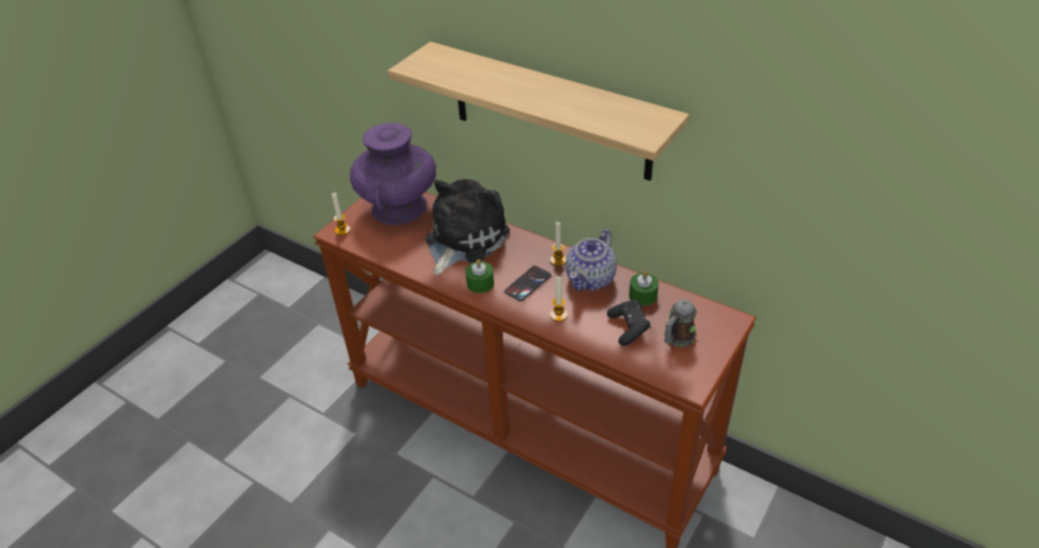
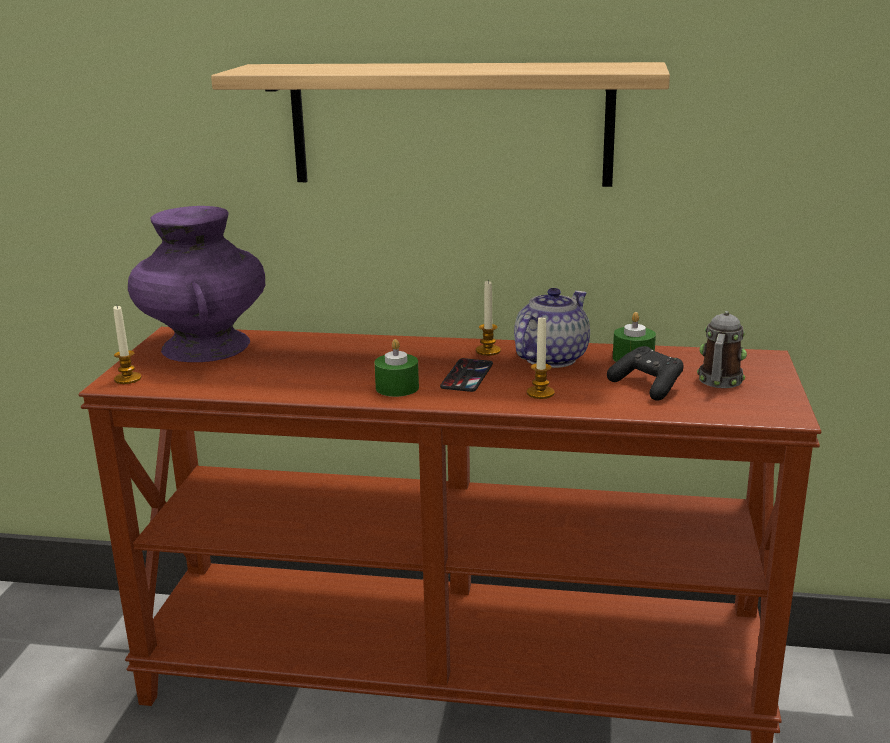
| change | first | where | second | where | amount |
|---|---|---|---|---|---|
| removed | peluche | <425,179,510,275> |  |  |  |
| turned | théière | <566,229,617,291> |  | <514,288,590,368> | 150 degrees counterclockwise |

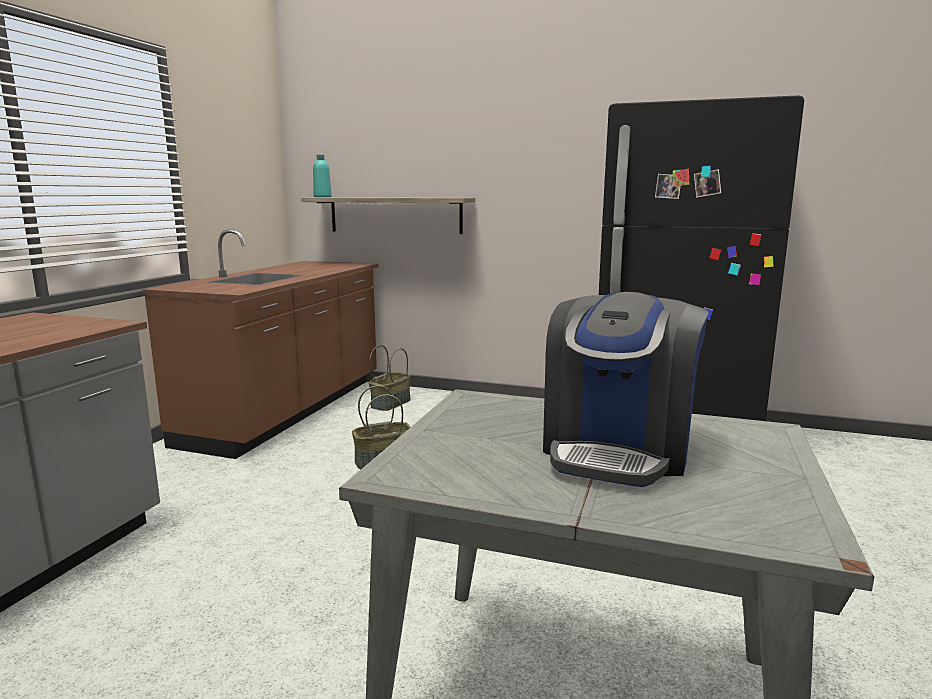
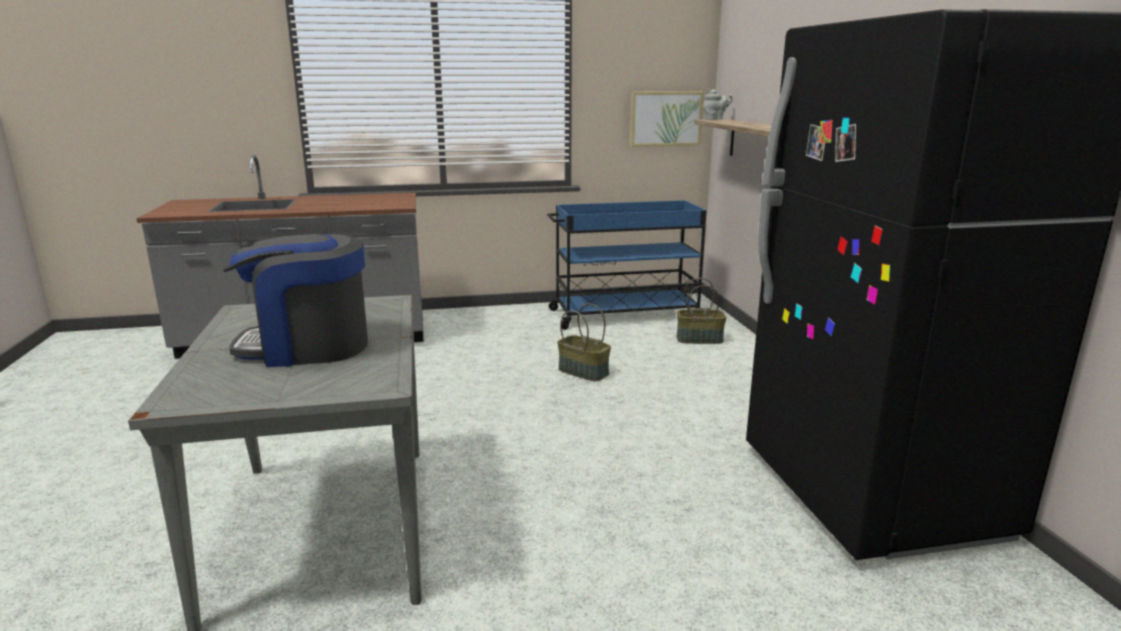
| change | first | where | second | where | amount |
|---|---|---|---|---|---|
| replaced | bouteille/turquoise | <313,155,331,197> | théière/gris | <703,89,732,120> |  |
| replaced | comptoir de cuisine/marron | <142,229,379,459> | chariot/bleu | <547,200,709,330> |  |
| added |  |  | tableau | <630,91,704,147> |  |

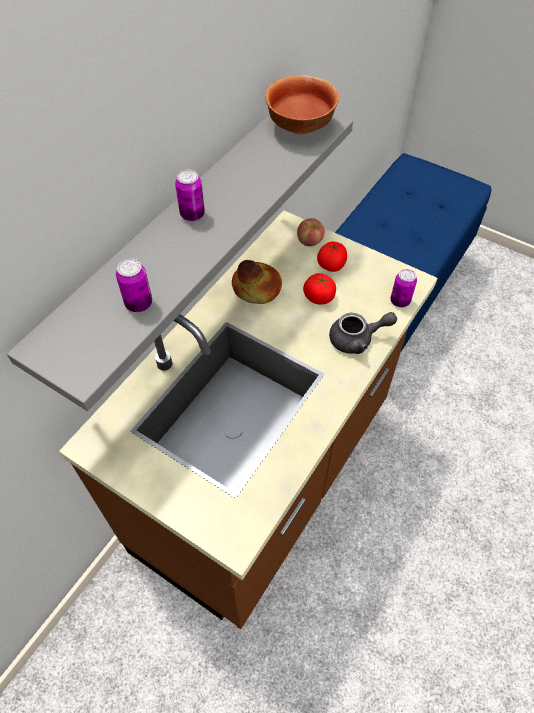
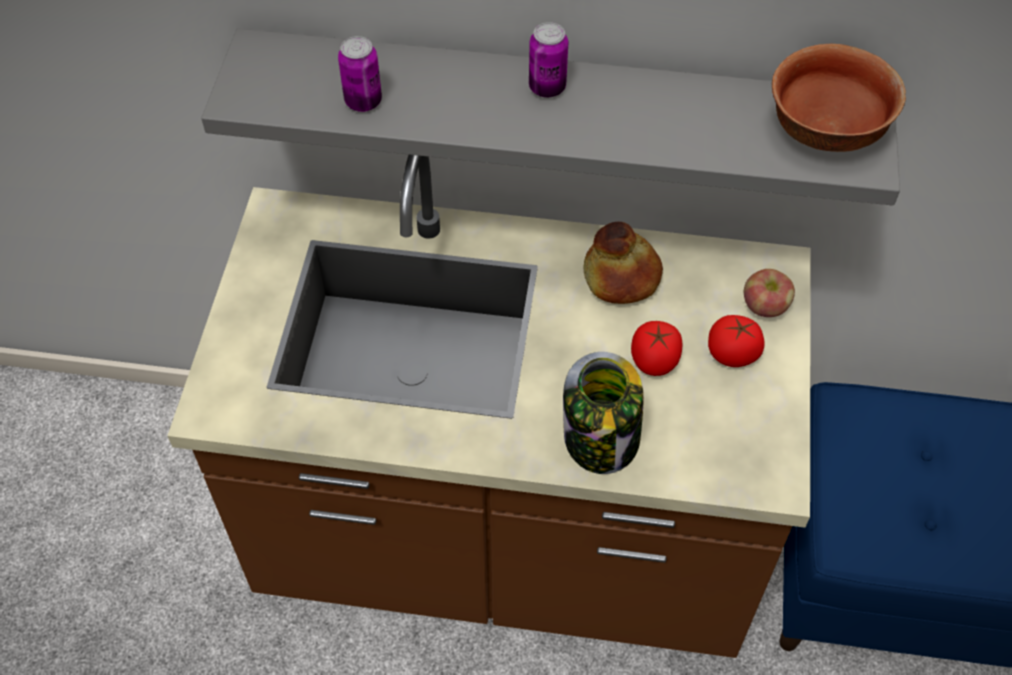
| change | first | where | second | where | amount |
|---|---|---|---|---|---|
| removed | boîte métallique | <391,269,417,307> |  |  |  |
| replaced | théière/gris | <329,312,397,354> | bocal | <563,352,644,474> |  |

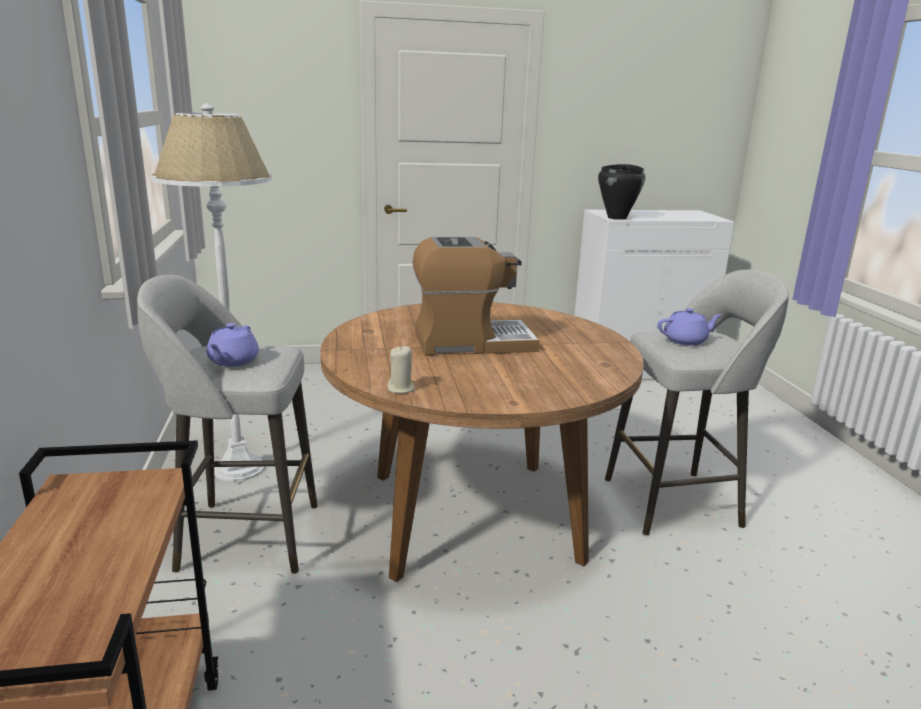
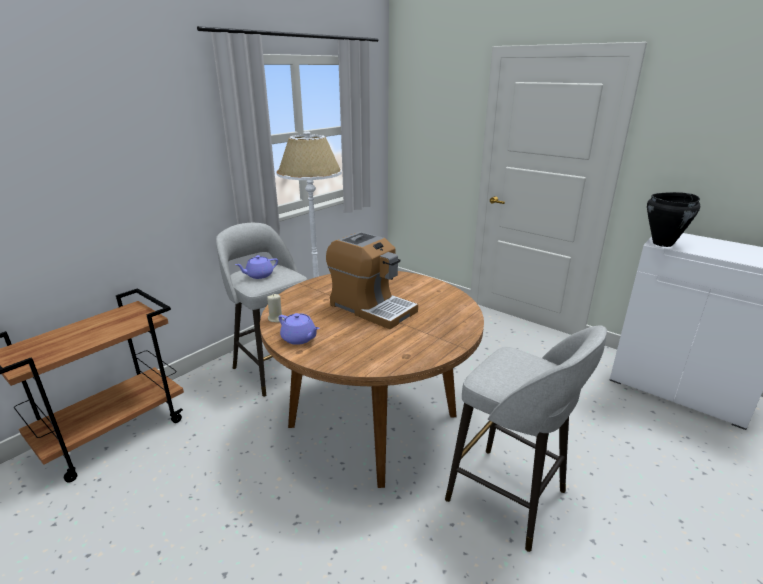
| change | first | where | second | where | amount |
|---|---|---|---|---|---|
| moved | théière/violet | <658,308,722,346> |  | <279,313,320,345> |  |

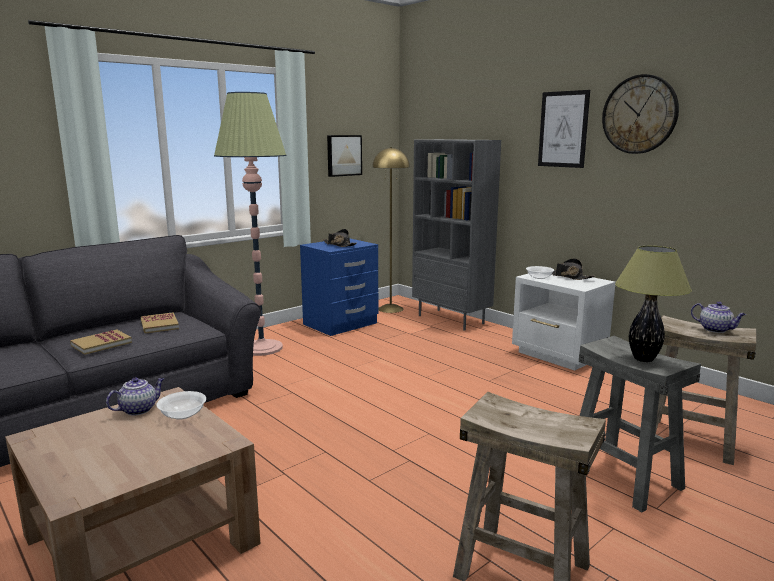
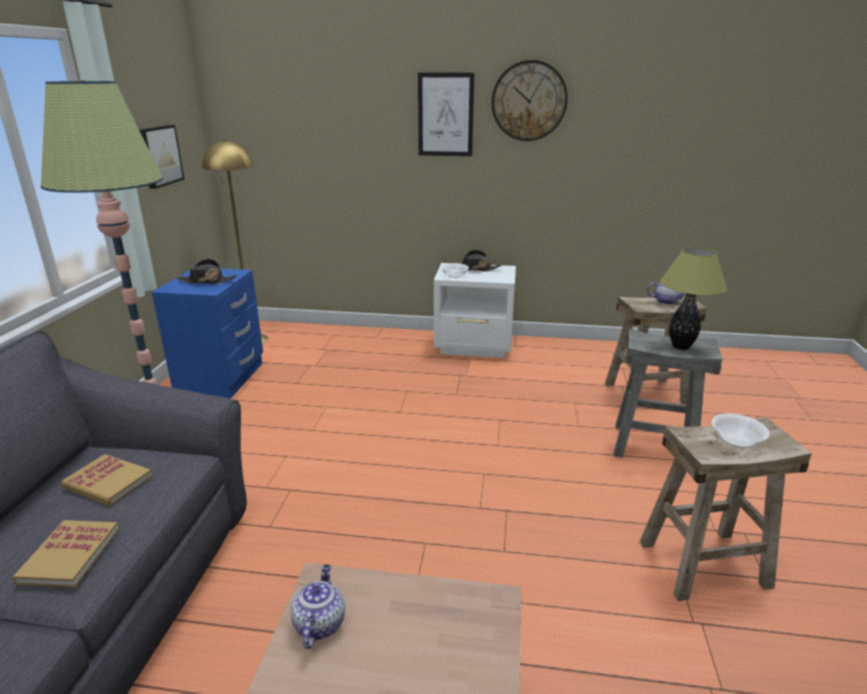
| change | first | where | second | where | amount |
|---|---|---|---|---|---|
| removed | bibliothèque/gris | <412,139,501,331> |  |  |  |
| moved | bol | <156,391,206,420> |  | <712,413,769,448> |  |

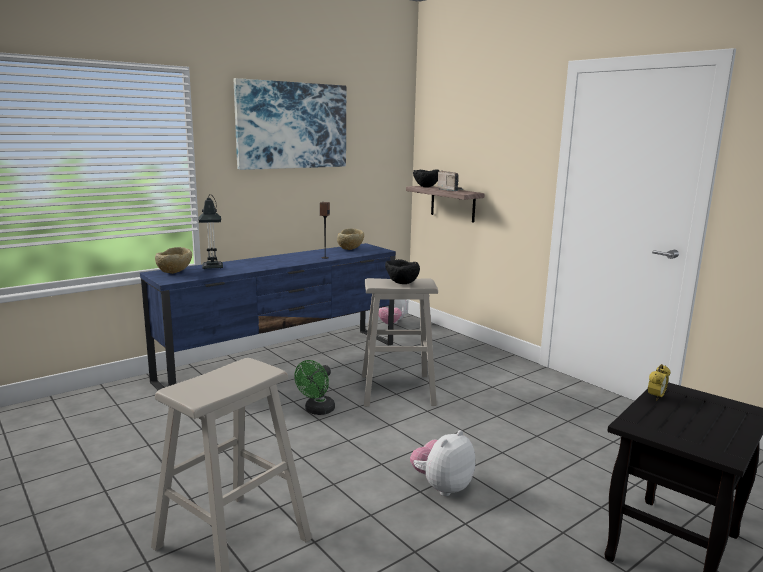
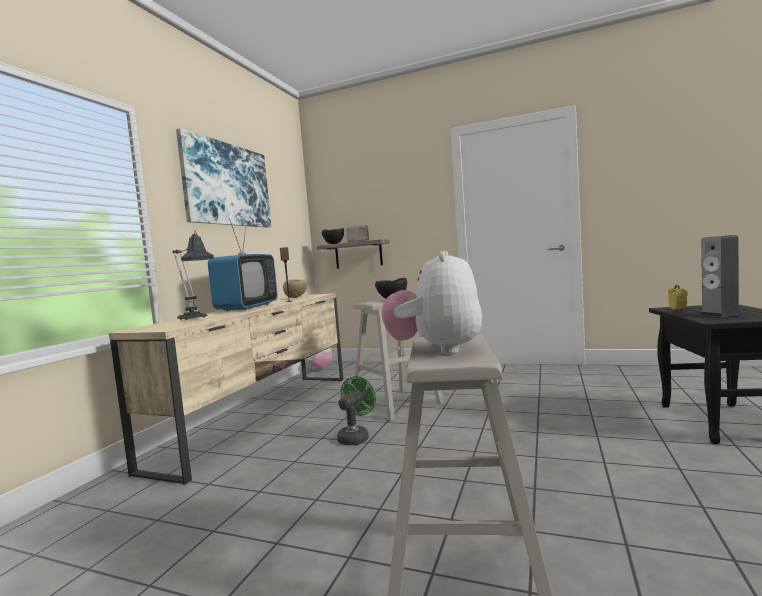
| change | first | where | second | where | amount |
|---|---|---|---|---|---|
| recoloured | meuble télé/bleu | <140,243,396,390> | meuble télé/beige | <109,293,344,485> |  |
| removed | bol/beige | <155,247,192,274> |  |  |  |
| turned | ventilateur/vert | <294,360,335,415> |  | <337,376,376,445> | 150 degrees counterclockwise |
| moved | peluche | <410,430,475,496> |  | <381,251,482,354> |  |
| added |  |  | téléviseur | <208,219,278,311> |  |
| added |  |  | enceinte | <700,235,741,317> |  |

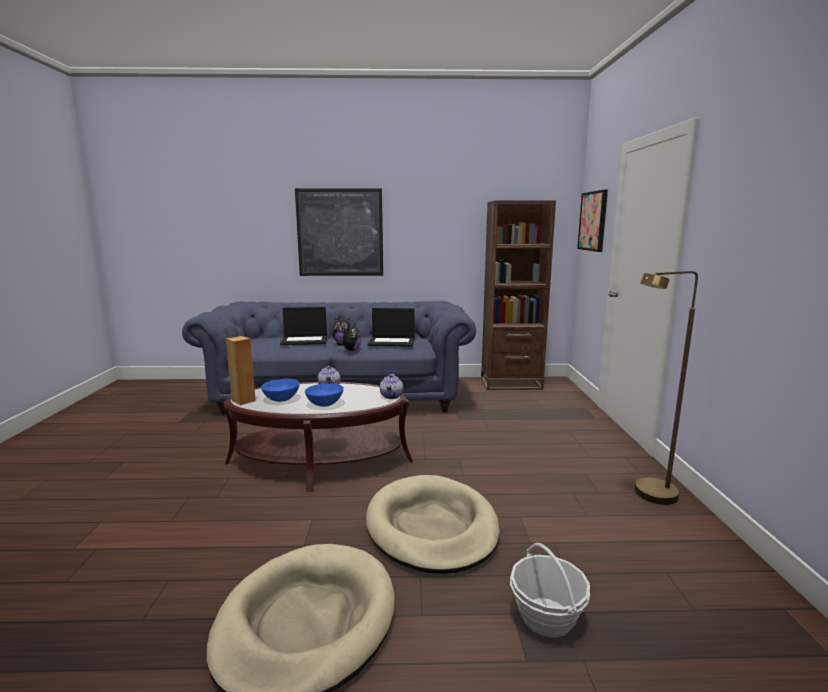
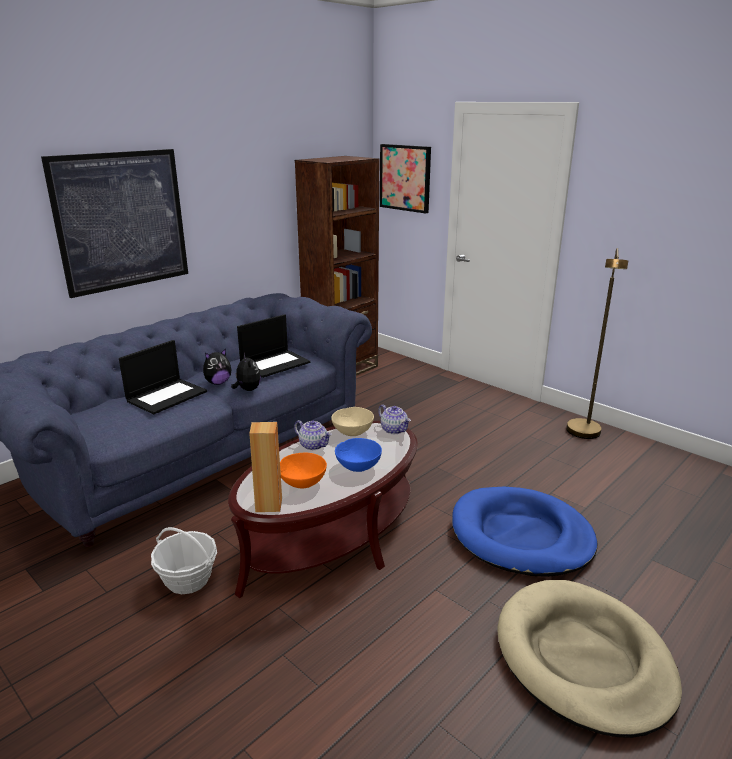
| change | first | where | second | where | amount |
|---|---|---|---|---|---|
| recoloured | bol/bleu | <261,379,300,402> | bol/orange | <280,453,327,488> |  |
| recoloured | panier pour chien/beige | <366,475,500,574> | panier pour chien/bleu | <452,487,597,577> |  |
| moved | panier | <510,543,590,638> |  | <151,527,217,594> |  |
| added |  |  | bol/beige | <331,407,374,436> |  |

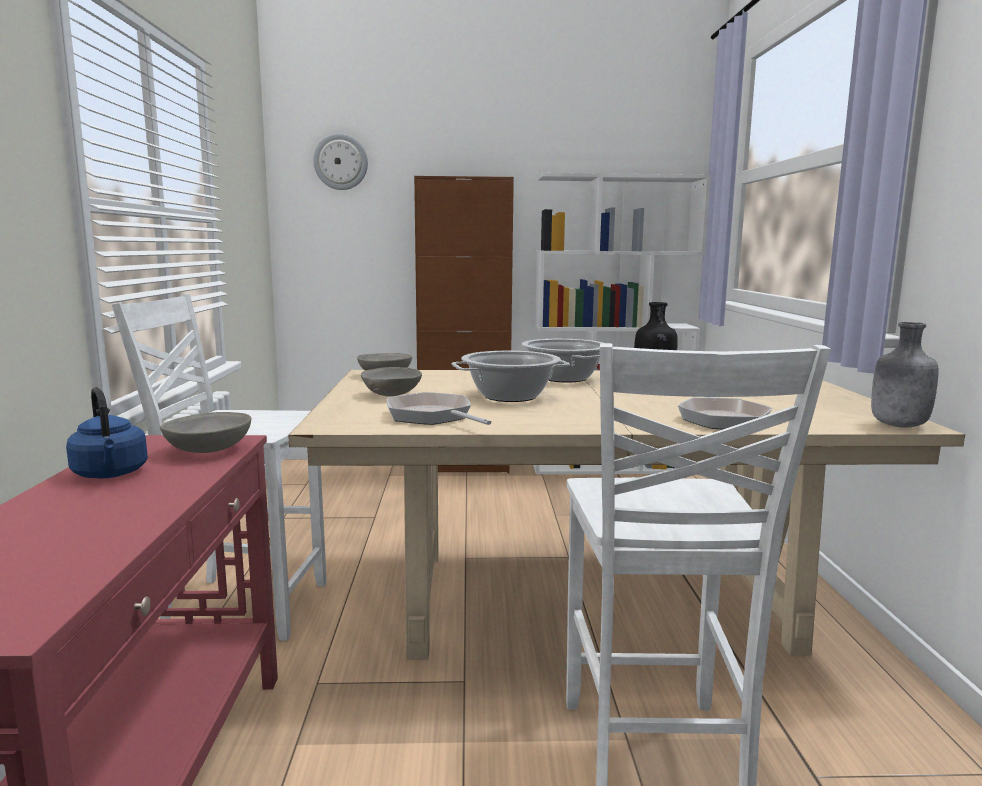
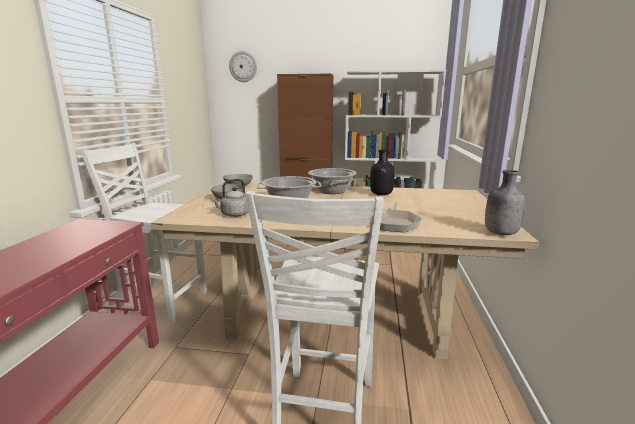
| change | first | where | second | where | amount |
|---|---|---|---|---|---|
| removed | bouilloire/bleu | <66,387,148,478> |  |  |  |
| replaced | poêle | <387,392,492,425> | bouilloire/gris | <211,179,249,217> |  |
| removed | bol/gris | <160,412,251,453> |  |  |  |

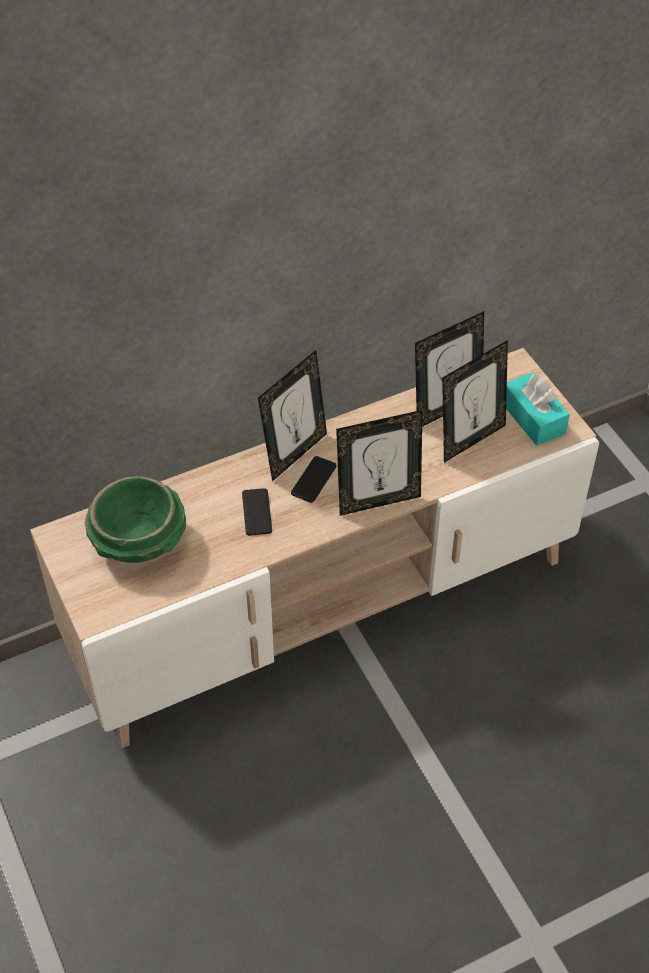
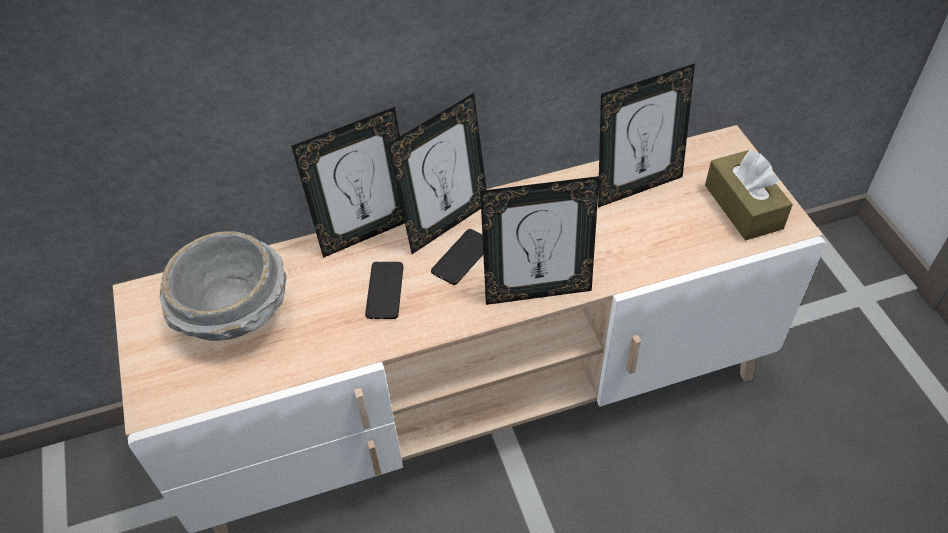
| change | first | where | second | where | amount |
|---|---|---|---|---|---|
| moved | cadre photo | <442,340,508,463> |  | <291,107,405,258> |  |
| recoloured | boîte à mouchoirs/turquoise | <506,372,570,446> | boîte à mouchoirs/marron | <705,149,793,240> |  |
| recoloured | bol/vert | <85,476,186,563> | bol/gris | <160,231,287,341> |  |

